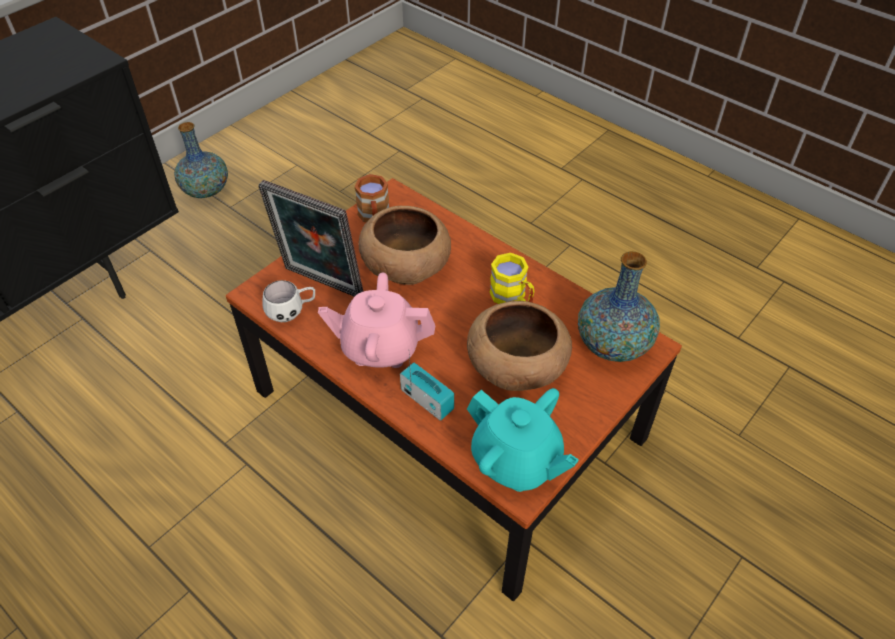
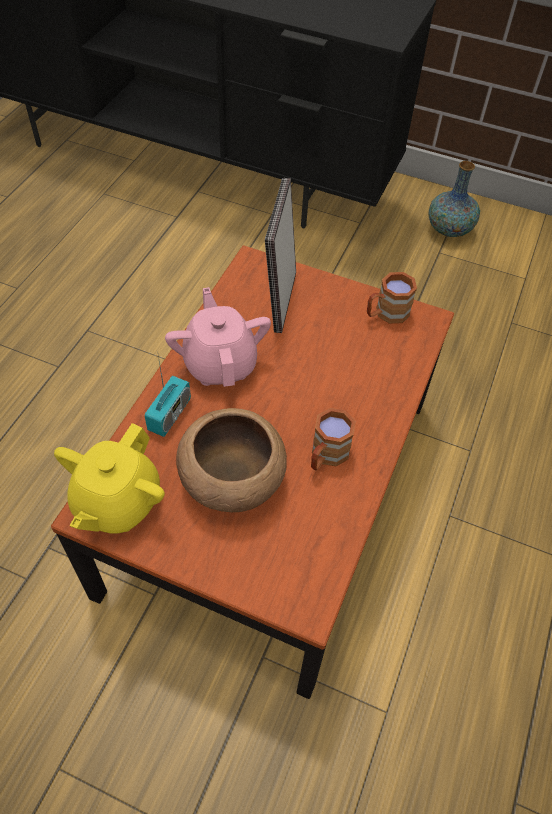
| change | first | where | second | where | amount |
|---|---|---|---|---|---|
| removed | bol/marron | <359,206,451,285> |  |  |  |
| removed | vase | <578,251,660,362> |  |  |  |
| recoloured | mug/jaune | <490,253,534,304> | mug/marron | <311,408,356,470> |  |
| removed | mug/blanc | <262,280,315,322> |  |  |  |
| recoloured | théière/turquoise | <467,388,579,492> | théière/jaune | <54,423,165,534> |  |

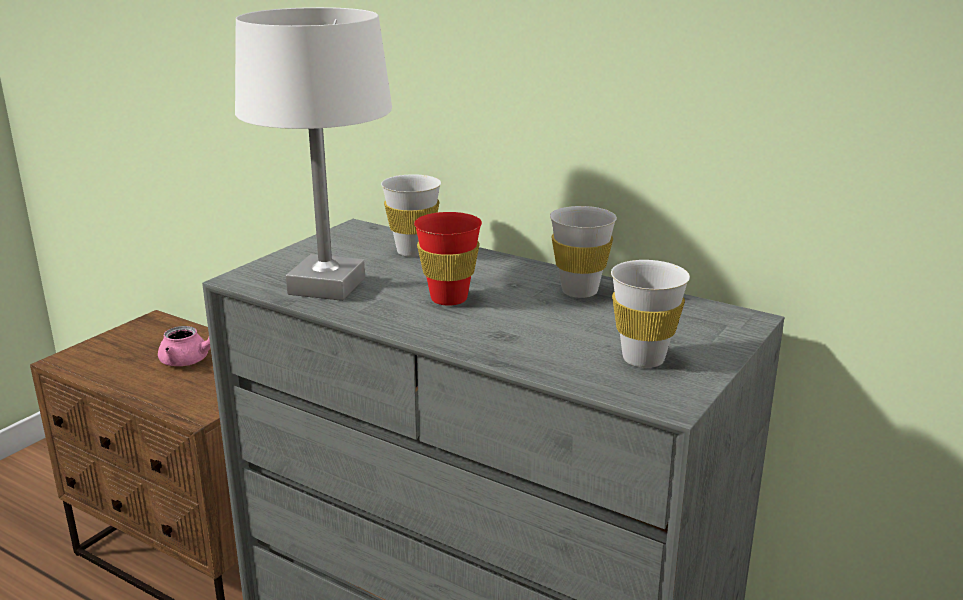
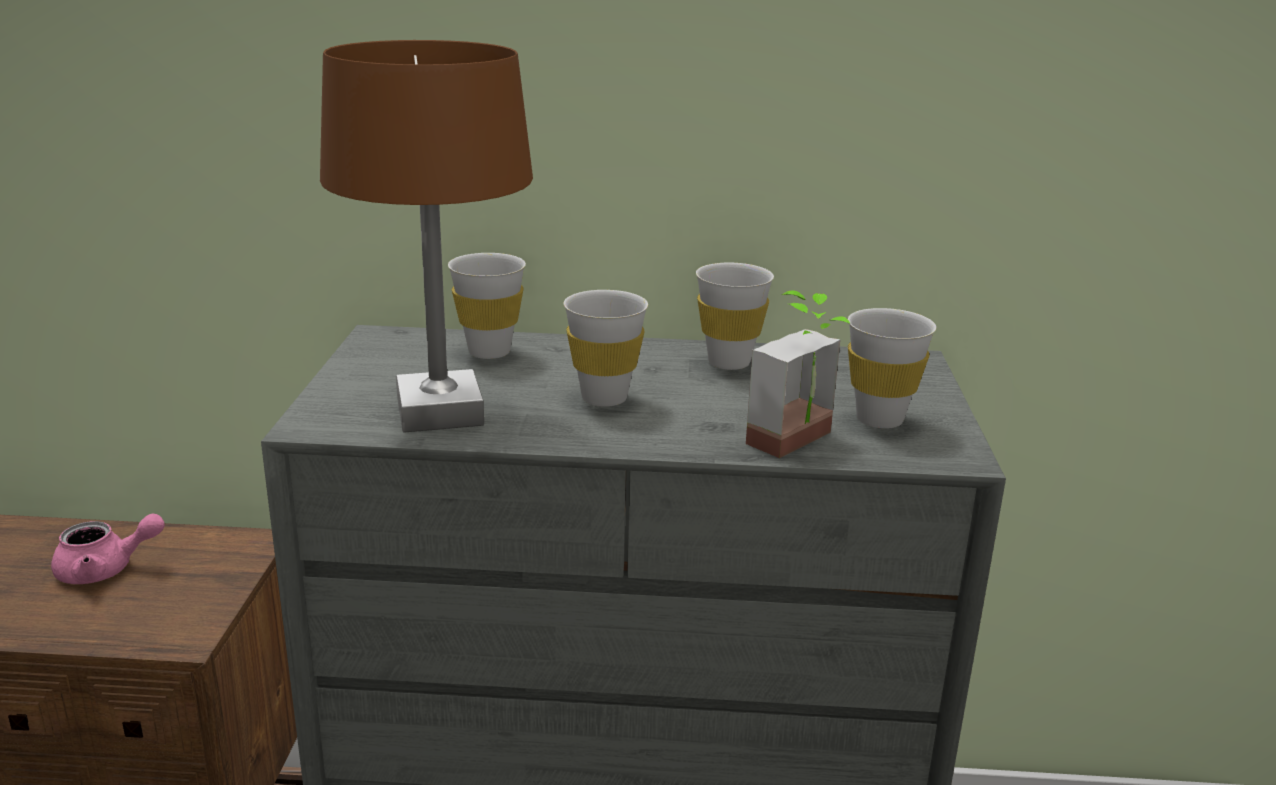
| change | first | where | second | where | amount |
|---|---|---|---|---|---|
| recoloured | lampe de table/blanc | <235,7,392,301> | lampe de table/marron | <320,40,533,433> |  |
| recoloured | tasse/rouge | <414,212,482,306> | tasse/blanc | <564,290,648,407> |  |
| added |  |  | plante en pot | <746,290,851,458> |  |

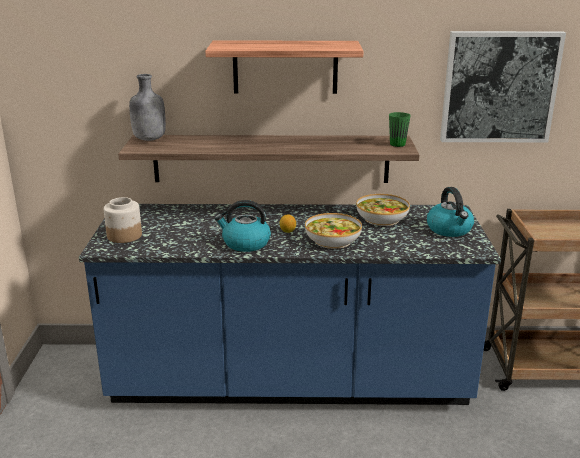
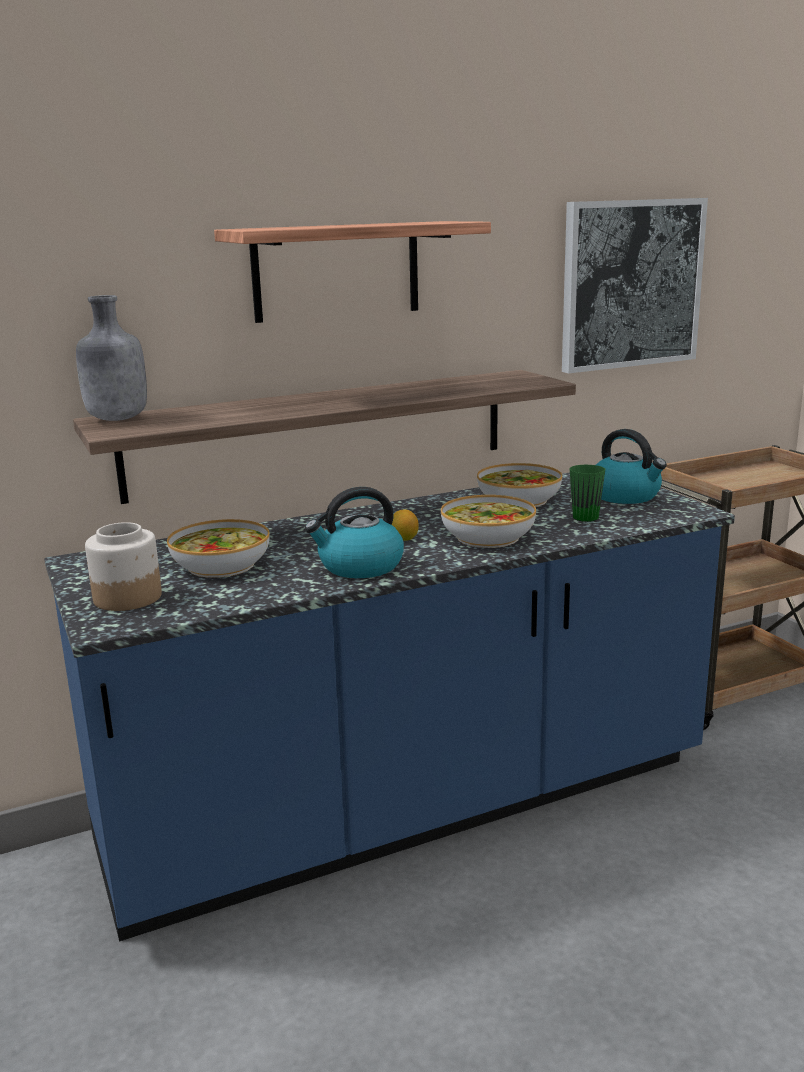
| change | first | where | second | where | amount |
|---|---|---|---|---|---|
| moved | mug/vert | <389,112,411,147> |  | <570,465,605,522> |  |
| added |  |  | bol | <167,519,270,578> |  |

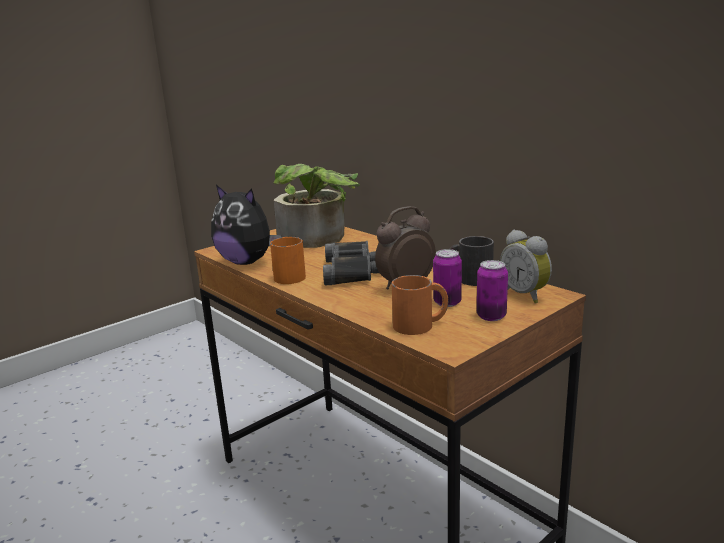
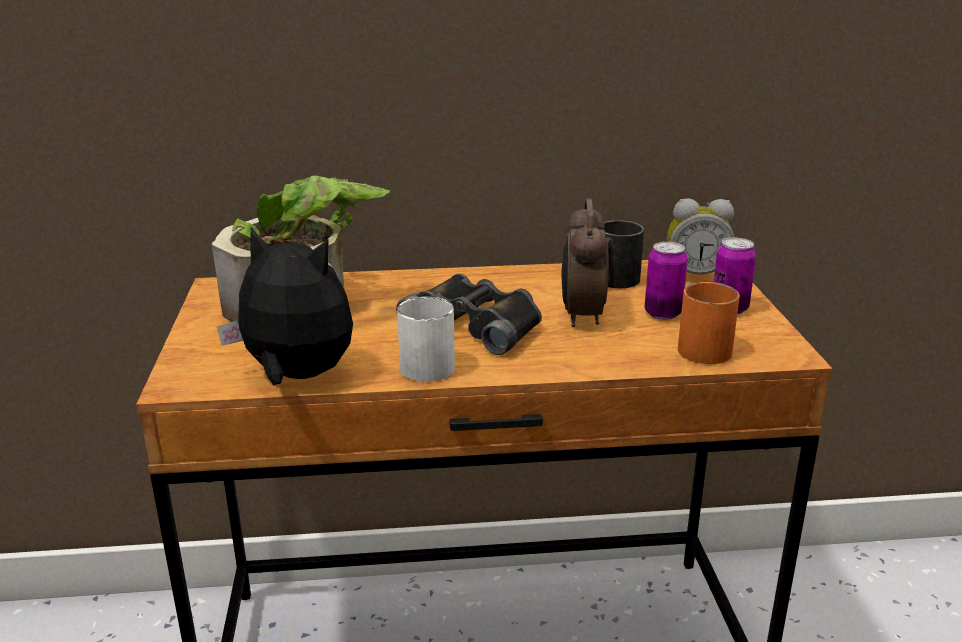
| change | first | where | second | where | amount |
|---|---|---|---|---|---|
| turned | peluche | <211,185,281,265> |  | <217,227,353,385> | 135 degrees counterclockwise |
| recoloured | mug/orange | <270,237,306,284> | mug/blanc | <397,297,455,382> |  |

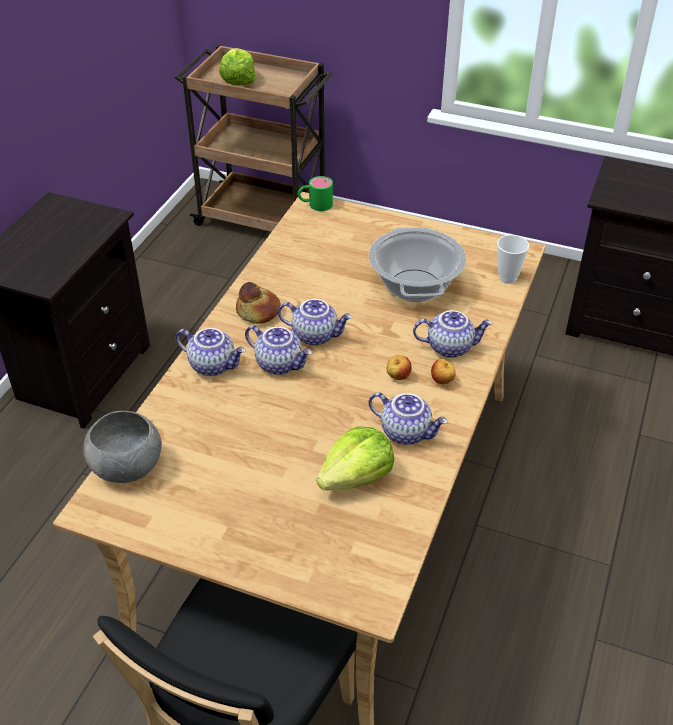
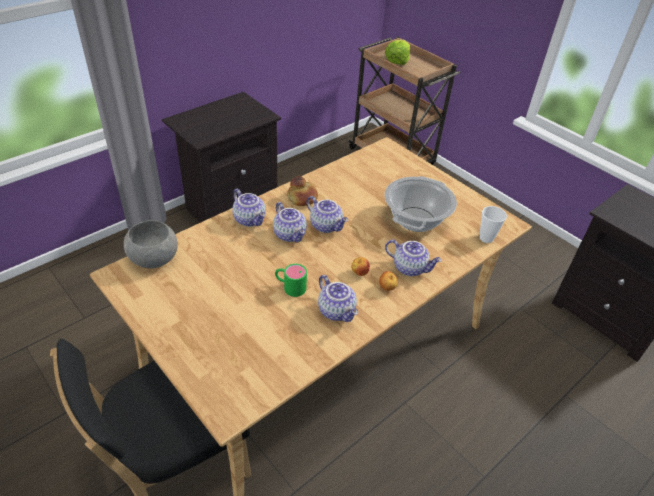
| change | first | where | second | where | amount |
|---|---|---|---|---|---|
| moved | mug/vert | <298,176,333,211> |  | <275,264,307,297> |  |
| removed | laitue | <317,426,394,490> |  |  |  |

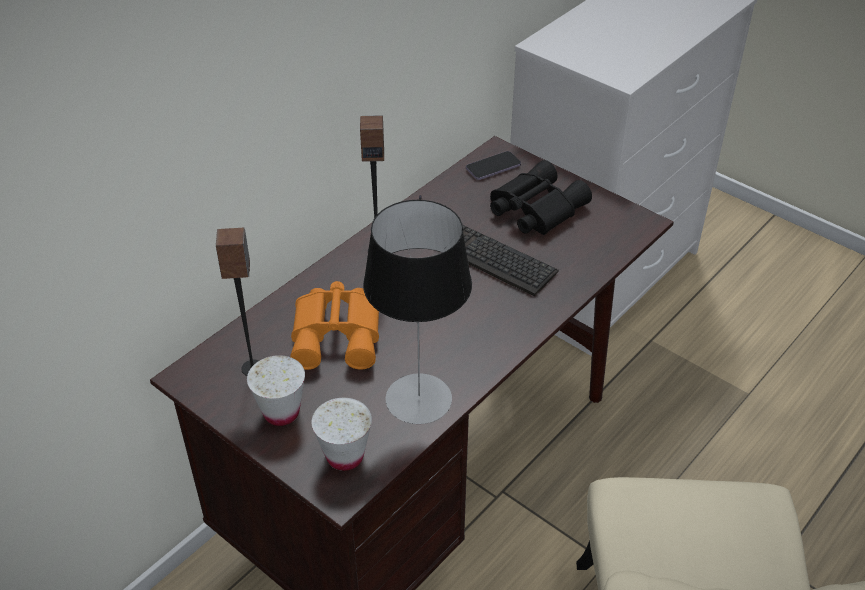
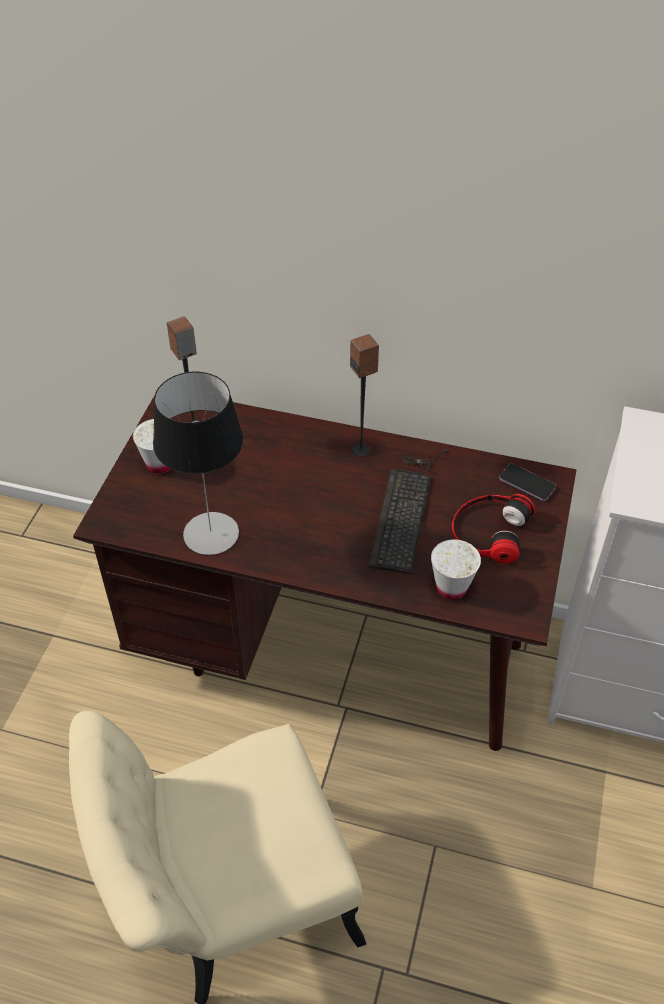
| change | first | where | second | where | amount |
|---|---|---|---|---|---|
| replaced | jumelles/noir | <490,160,592,235> | casque audio | <452,494,535,563> |  |
| removed | jumelles/orange | <290,281,379,370> |  |  |  |
| moved | tasse/blanc | <311,398,372,471> |  | <431,539,481,599> |  |

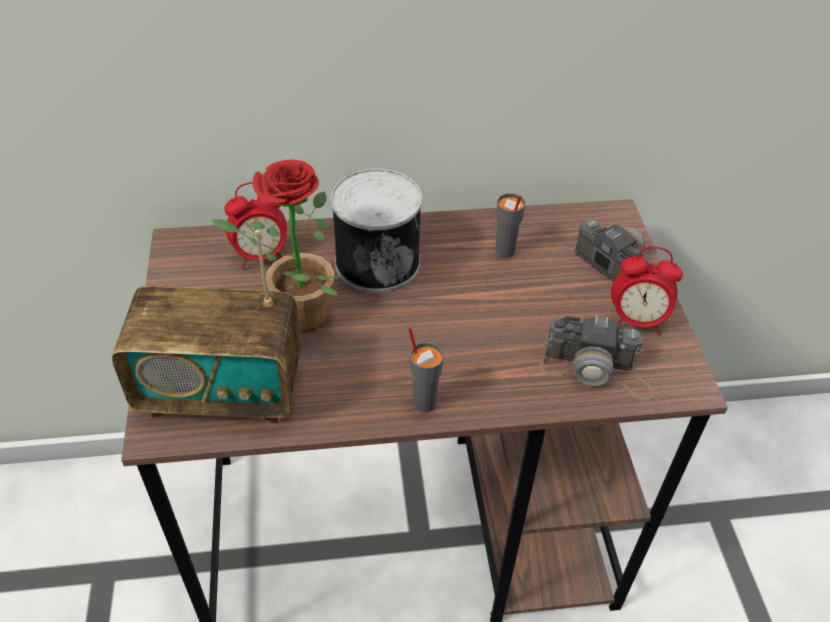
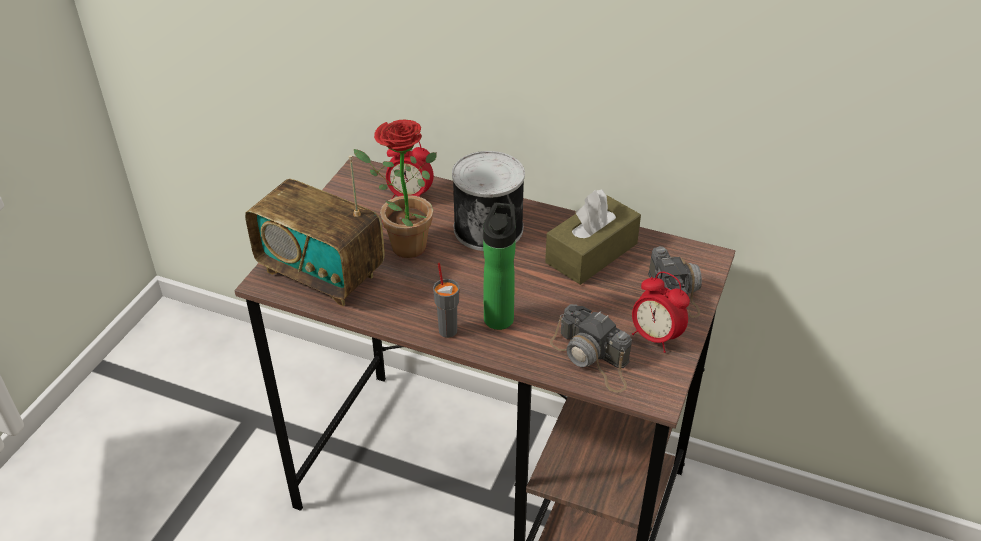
| change | first | where | second | where | amount |
|---|---|---|---|---|---|
| replaced | tasse/gris | <495,193,526,258> | boîte à mouchoirs/marron | <545,190,641,285> |  |
| added |  |  | bouteille | <483,203,516,330> |  |

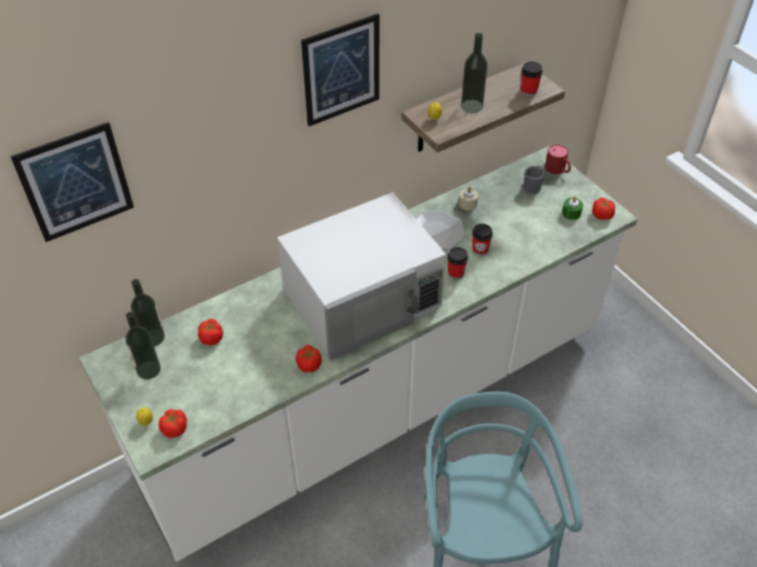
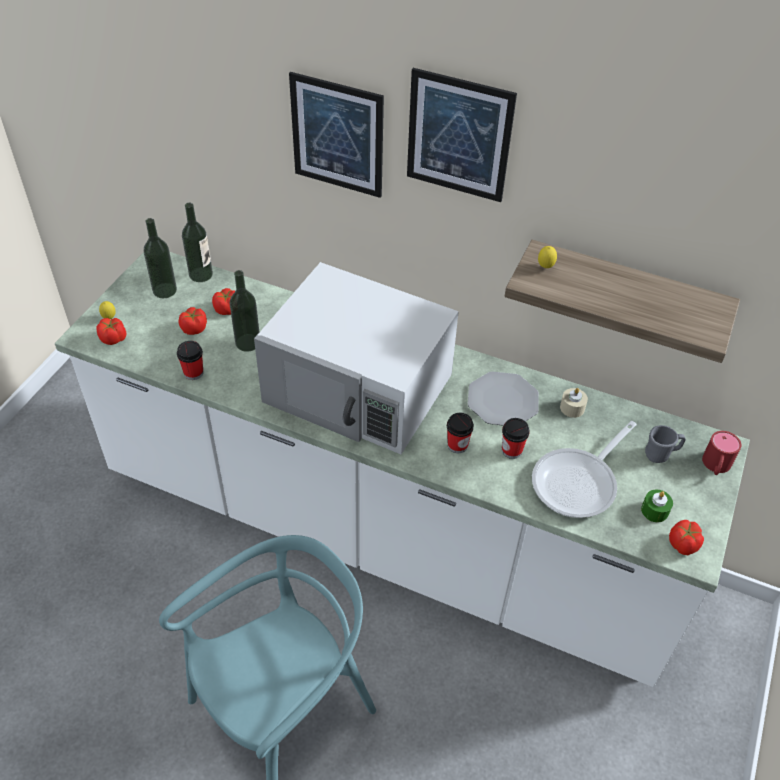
| change | first | where | second | where | amount |
|---|---|---|---|---|---|
| moved | bouteille | <461,33,488,113> |  | <229,270,259,352> |  |
| moved | tasse | <521,62,543,97> |  | <177,341,203,380> |  |
| moved | tableau | <10,122,134,242> |  | <289,72,384,198> |  |
| moved | tomate | <296,345,322,372> |  | <178,307,207,335> |  |
| added |  |  | poêle | <532,421,637,518> |  |

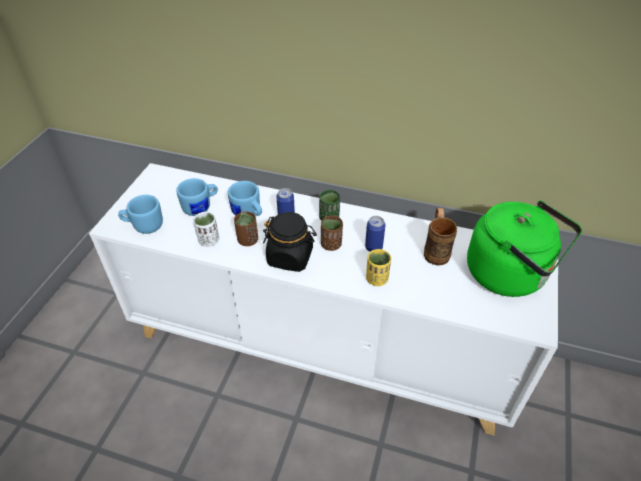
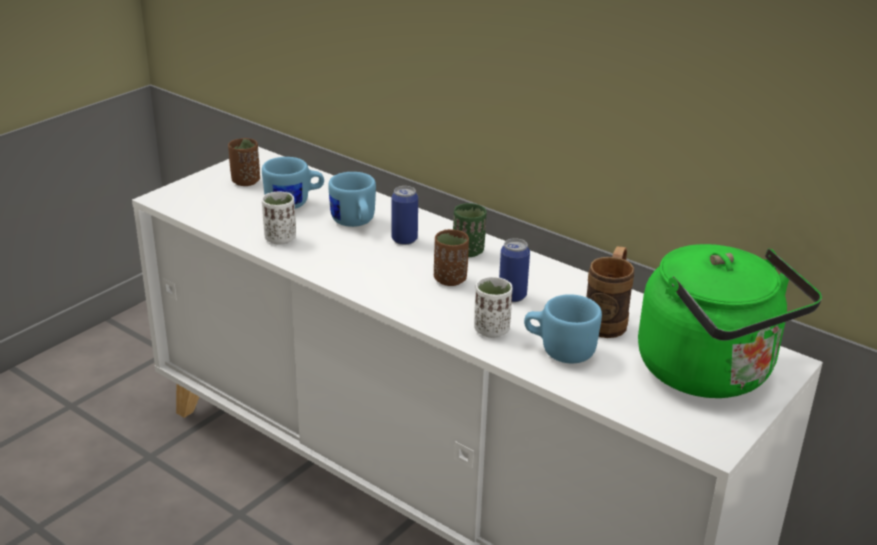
| change | first | where | second | where | amount |
|---|---|---|---|---|---|
| moved | mug/bleu | <118,195,163,234> |  | <524,294,602,363> |  |
| moved | tasse/marron | <234,211,258,246> |  | <228,138,260,186> |  |
| removed | bocal/noir | <263,212,317,272> |  |  |  |
| recoloured | tasse/jaune | <366,249,391,286> | tasse/blanc | <474,277,513,338> |  |

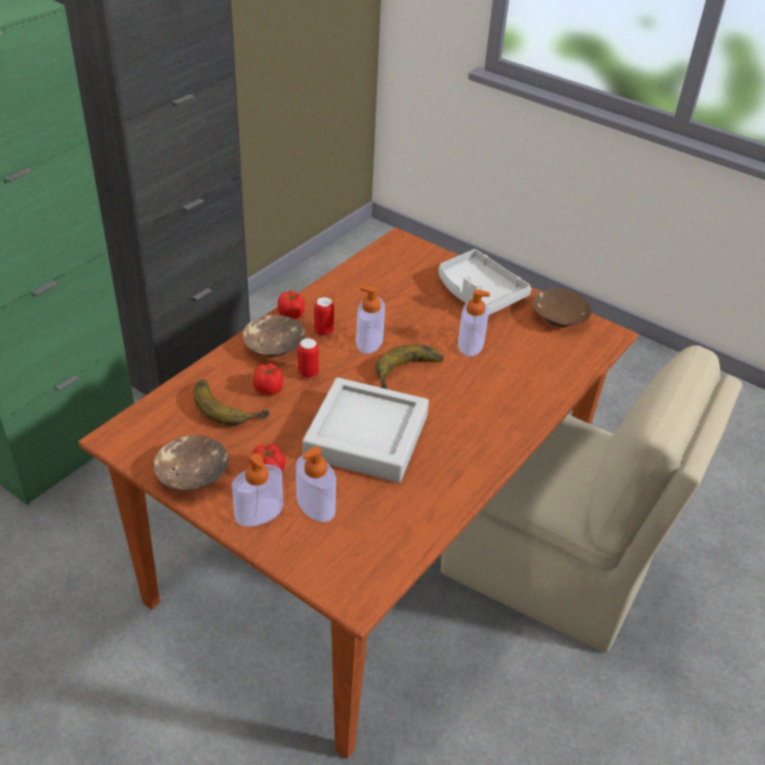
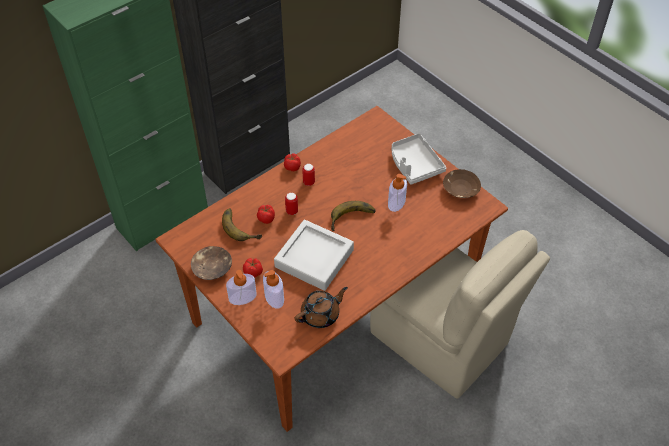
| change | first | where | second | where | amount |
|---|---|---|---|---|---|
| removed | distributeur de savon | <356,286,385,354> |  |  |  |
| removed | bol/marron | <243,315,306,357> |  |  |  |
| added |  |  | théière/marron | <295,287,348,328> |  |

